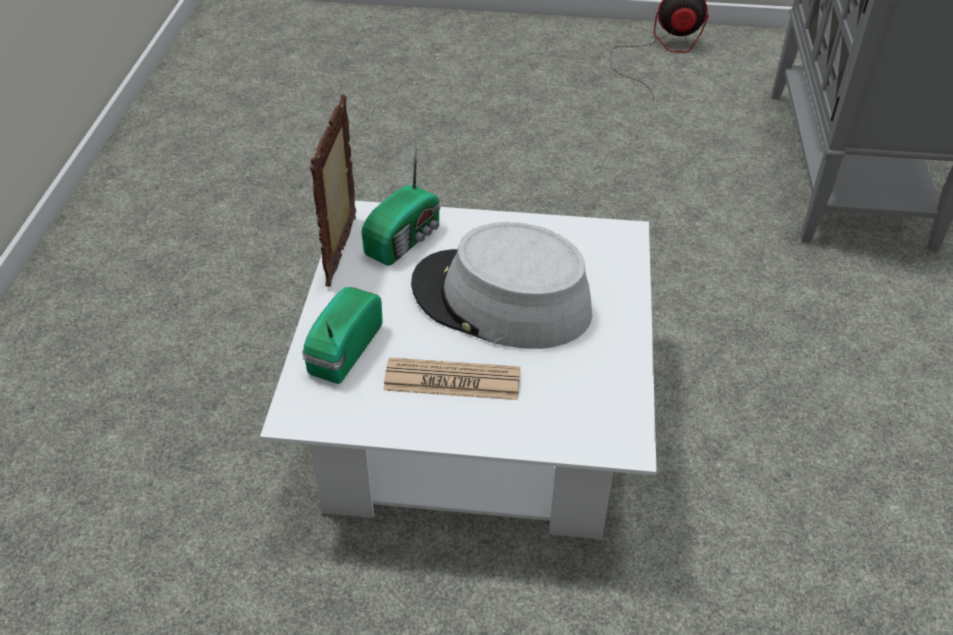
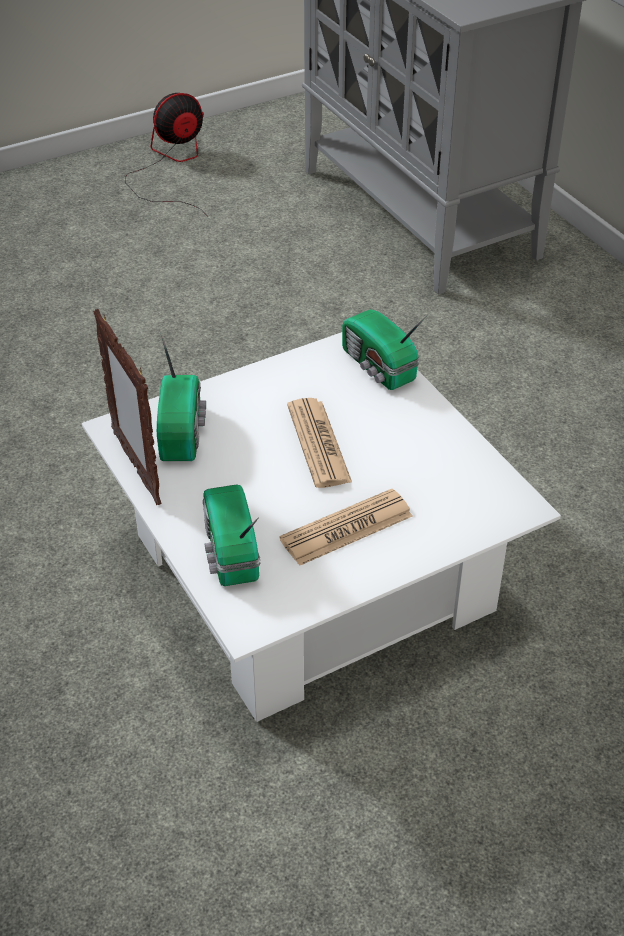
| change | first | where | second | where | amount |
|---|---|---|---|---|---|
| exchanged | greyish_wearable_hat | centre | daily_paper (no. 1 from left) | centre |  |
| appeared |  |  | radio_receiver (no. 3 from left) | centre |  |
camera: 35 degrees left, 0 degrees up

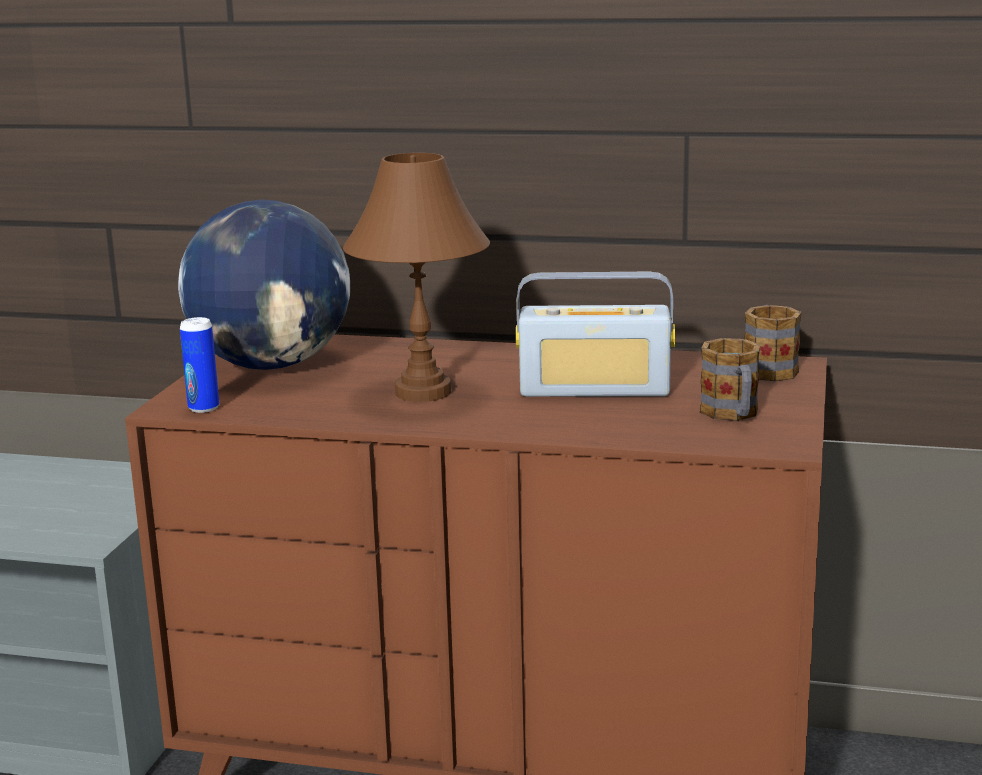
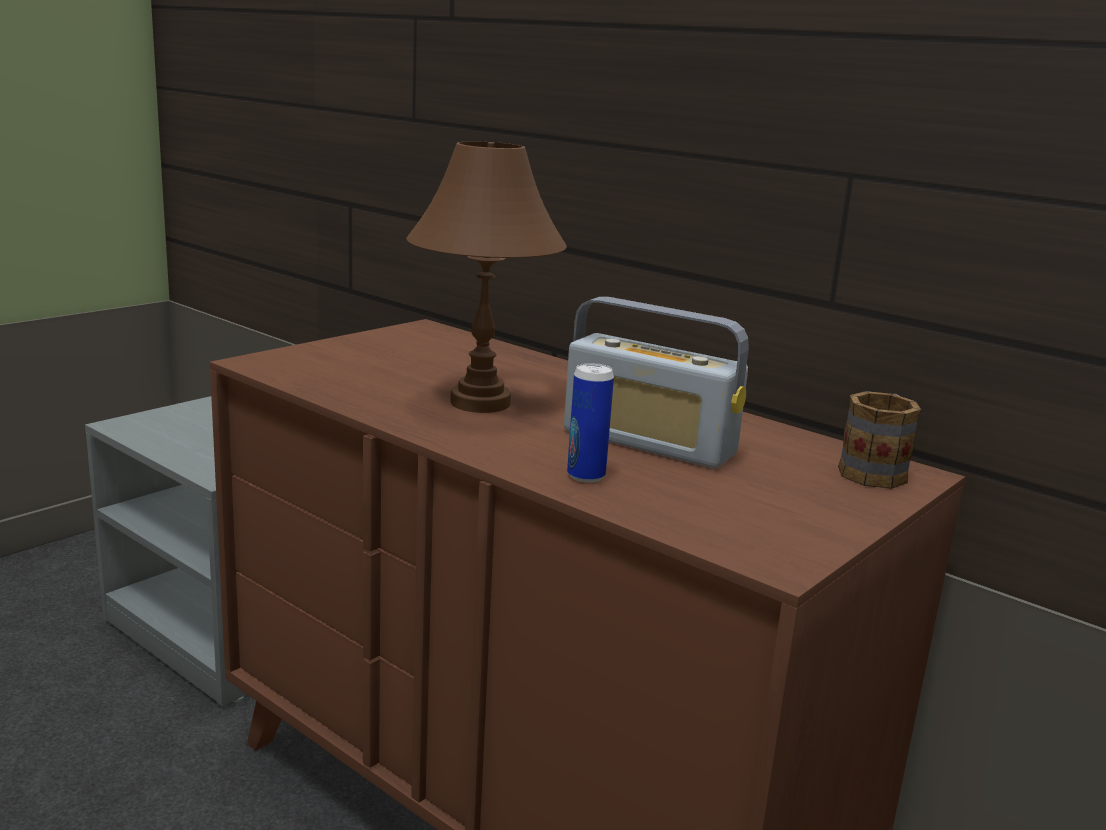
| change | first | where | second | where | amount |
|---|---|---|---|---|---|
| missing | globe | middle left |  |  |  |
| relocated | can | middle left |  | centre |  |
| missing | coffee_mug (no. 1 from left) | middle right |  |  |  |
camera: 25 degrees right, 0 degrees up

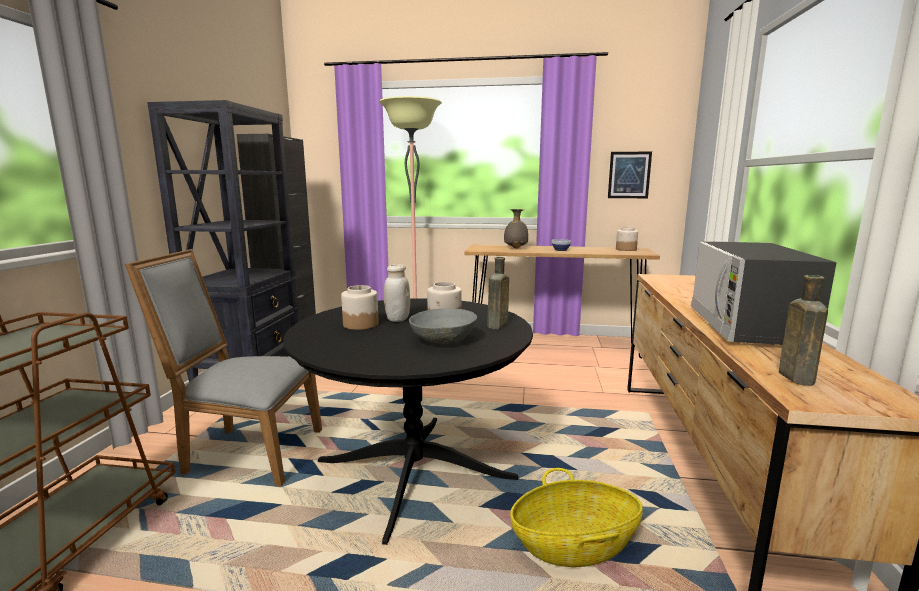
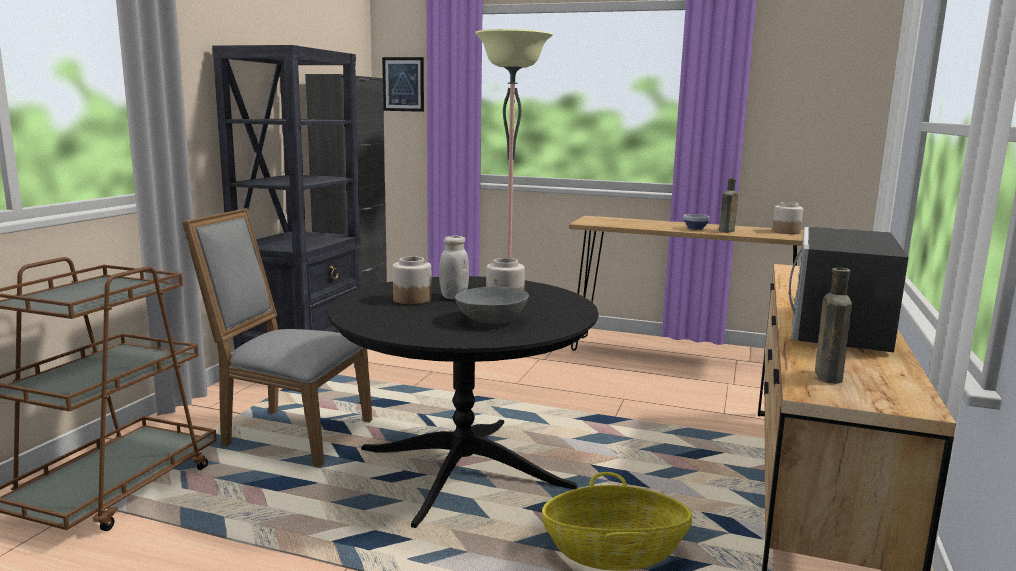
| change | first | where | second | where | amount |
|---|---|---|---|---|---|
| relocated | brown_beverage_bottle (no. 1 from left) | centre |  | middle right |  |
| missing | greyish_flower_vase | centre |  |  |  |
| relocated | picture | top right |  | top centre |  |
camera: 10 degrees right, 0 degrees up

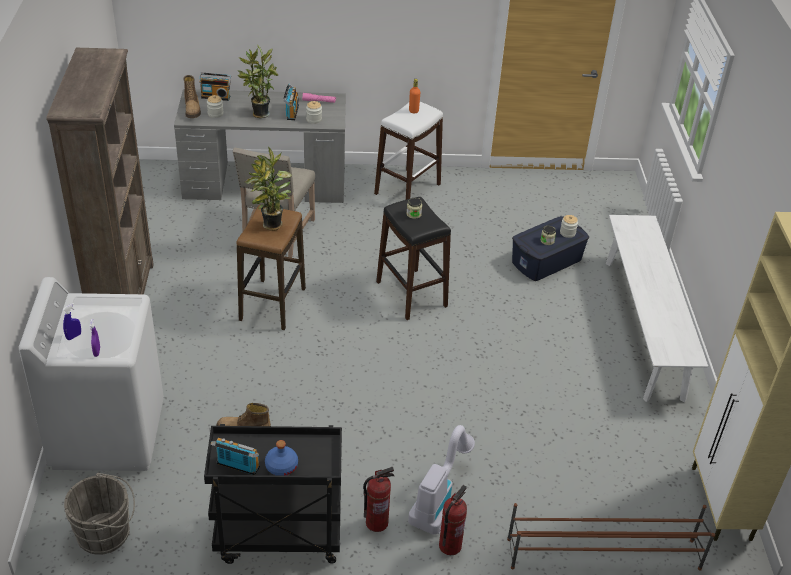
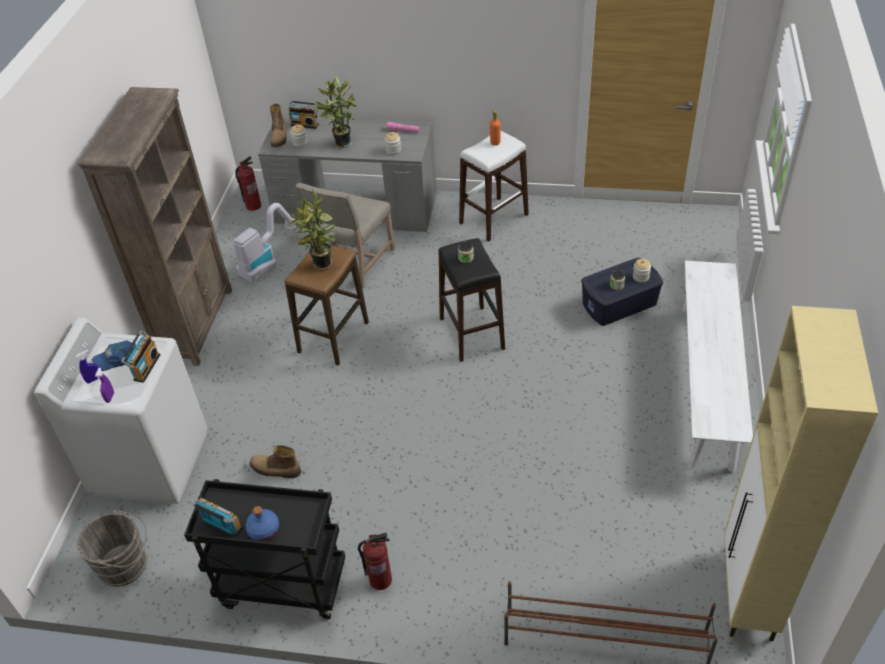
| change | first | where | second | where | amount |
|---|---|---|---|---|---|
| relocated | radio_receiver (no. 3 from left in the first image) | top centre | radio_receiver (no. 1 from left) | middle left |  |
| relocated | vacuum_cleaner | bottom centre |  | middle left |  |
| relocated | extinguisher (no. 2 from left in the first image) | bottom centre | extinguisher (no. 1 from left) | top left |  |
| appeared |  |  | blue_baseball_cap | middle left |  |
camera: 15 degrees right, 5 degrees up

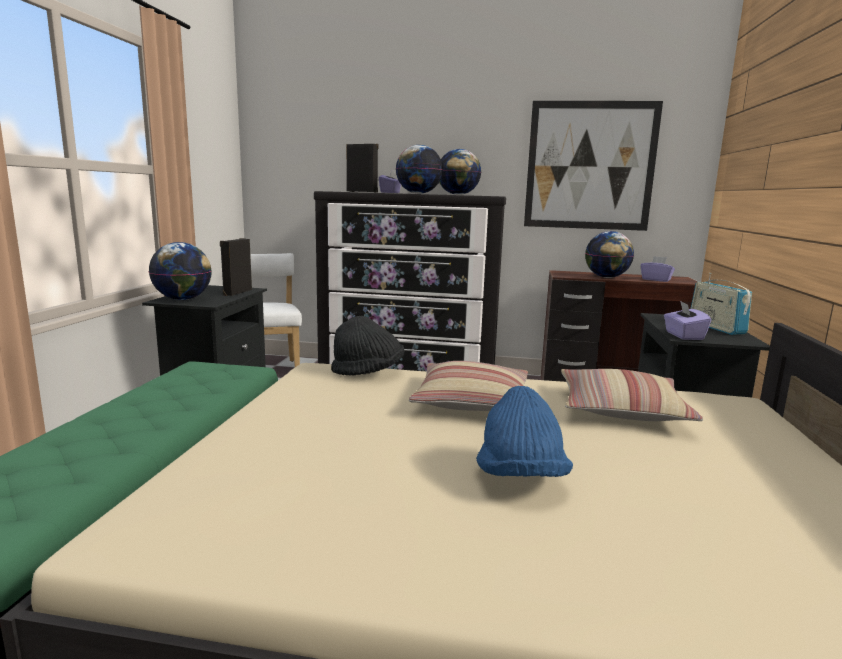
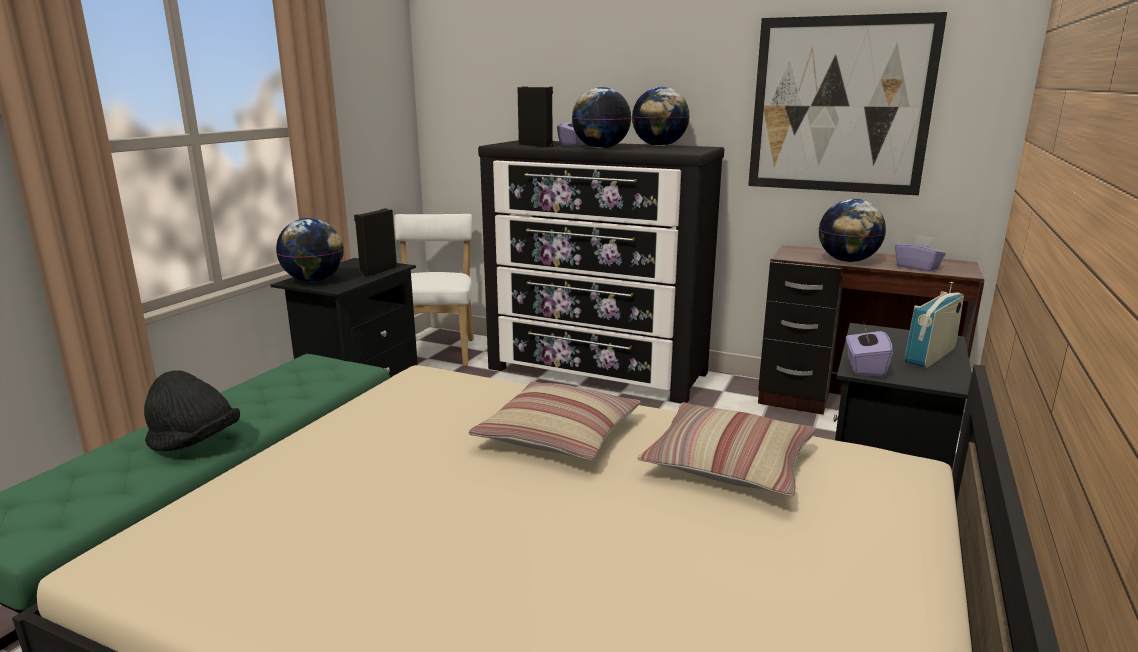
| change | first | where | second | where | amount |
|---|---|---|---|---|---|
| relocated | black-coloured_wearable_hat | centre |  | middle left |  |
| missing | blue_wearable_hat | centre |  |  |  |
| spun | radio_receiver | middle right |  | middle right | 45 degrees clockwise |
camera: 15 degrees right, 5 degrees up

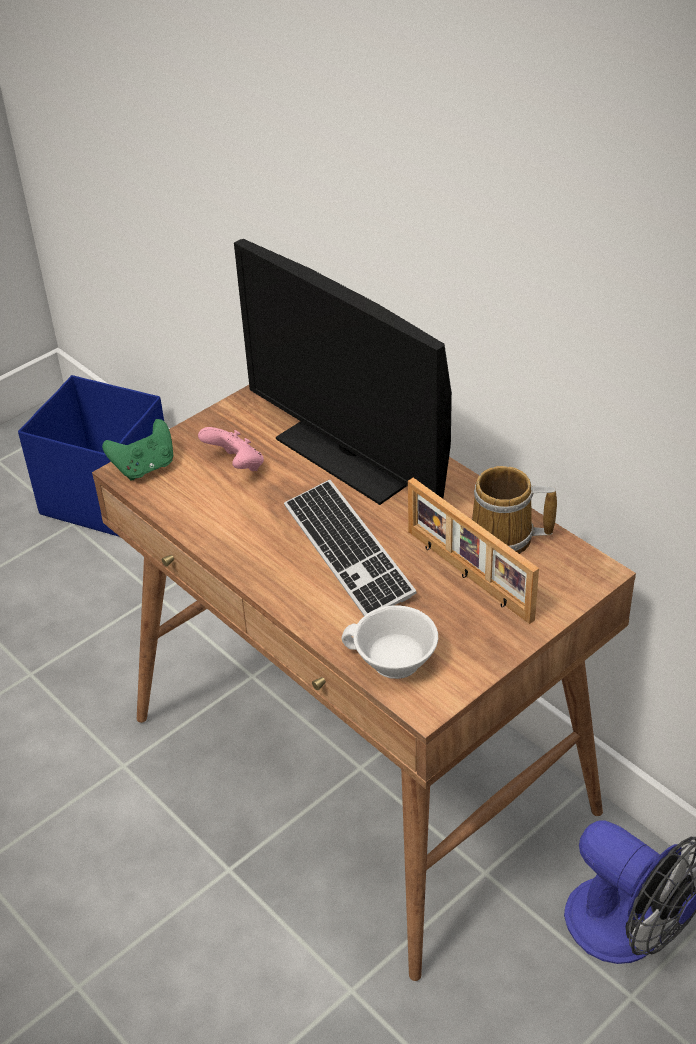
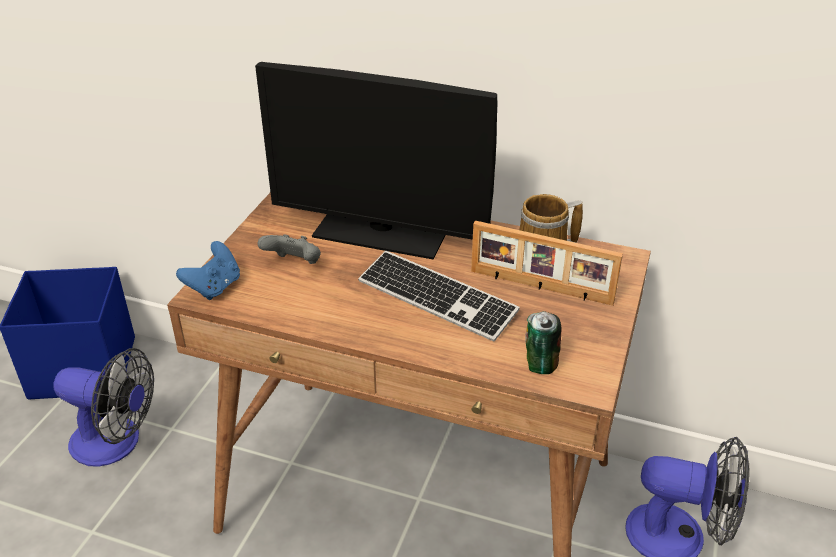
| change | first | where | second | where | amount |
|---|---|---|---|---|---|
| colour | green_gamepad | middle left | blue_gamepad | middle left |  |
| colour | pink-coloured_gamepad | middle left | greyish_gamepad | centre |  |
| exchanged | white_small_cup | centre | can | centre |  |
| appeared |  |  | fan (no. 1 from left) | bottom left |  |
camera: 30 degrees left, 5 degrees down

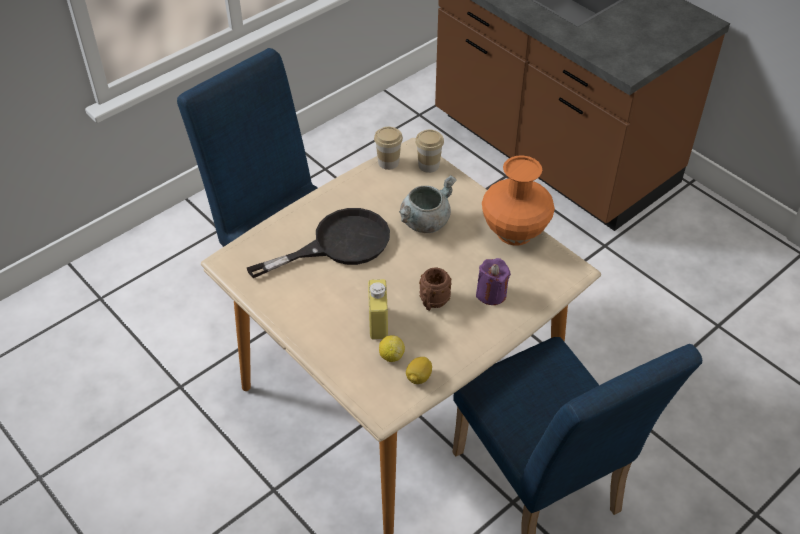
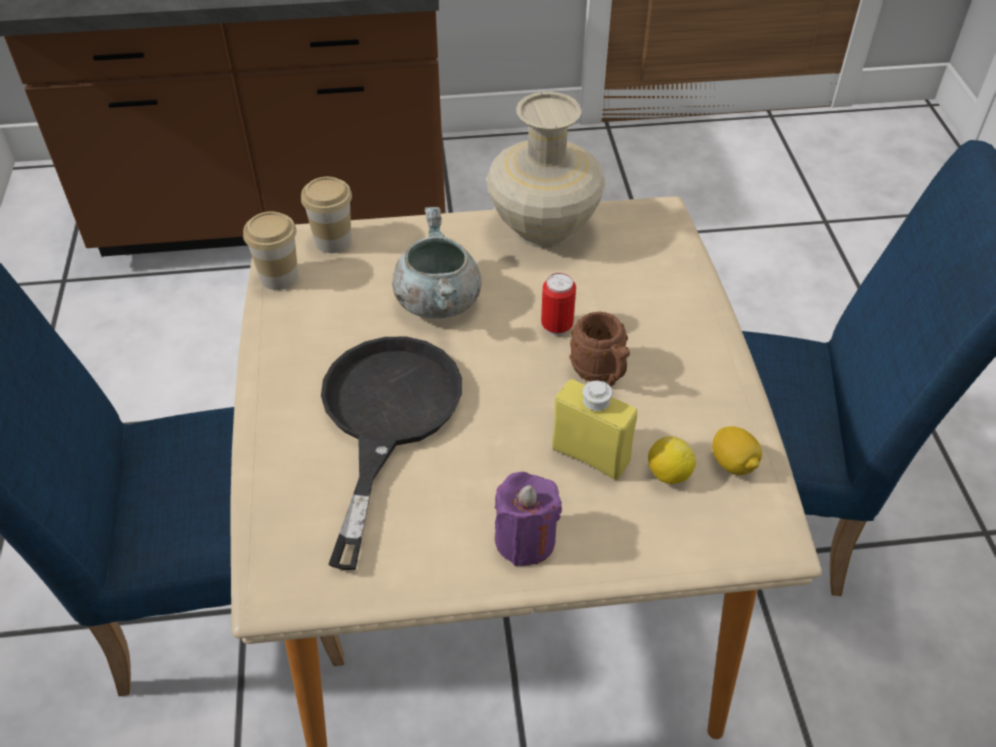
| change | first | where | second | where | amount |
|---|---|---|---|---|---|
| relocated | purplish_candle | centre |  | bottom centre |  |
| colour | orange_flower_vase | centre | beige_flower_vase | top centre |  |
| appeared |  |  | can | centre |  |
camera: 55 degrees left, 0 degrees up

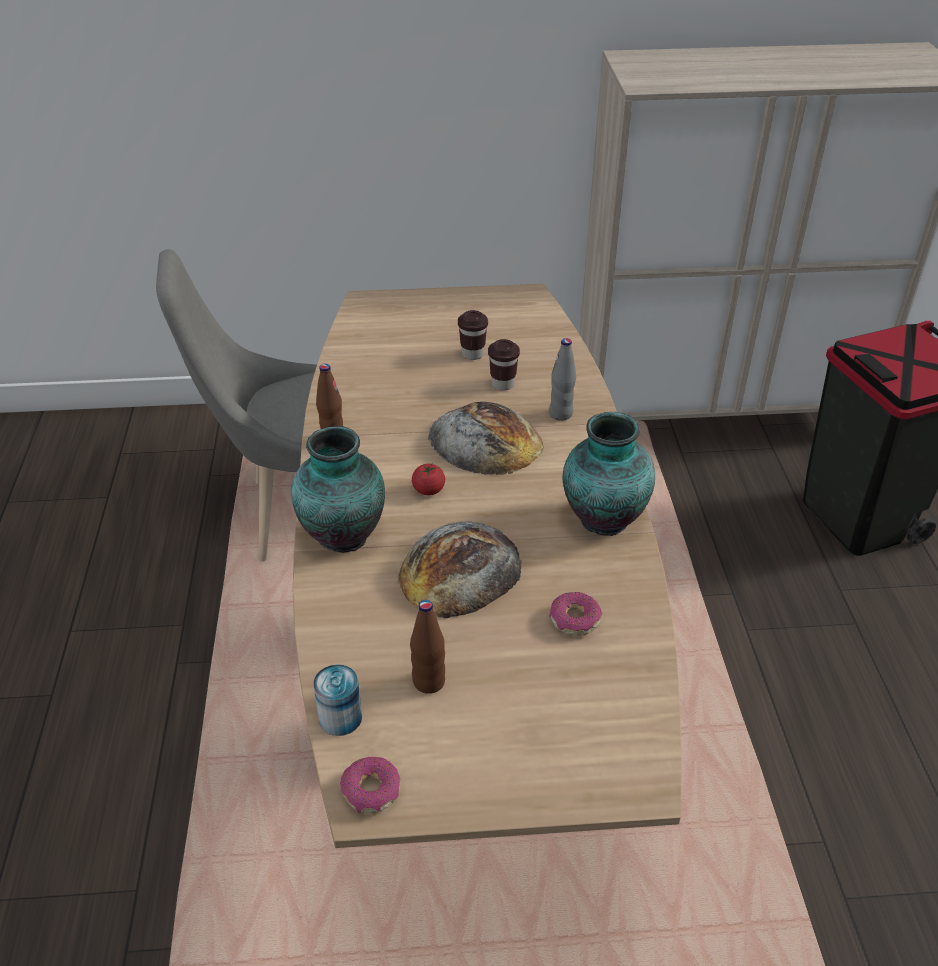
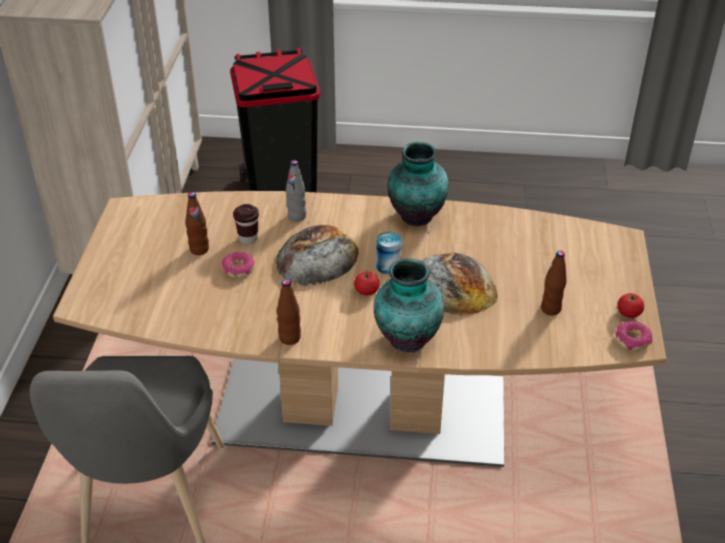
| change | first | where | second | where | amount |
|---|---|---|---|---|---|
| relocated | can | bottom centre |  | centre |  |
| exchanged | brown_small_cup (no. 1 from left) | centre | brown_beverage_bottle (no. 1 from left) | middle left |  |
| relocated | doughnut (no. 2 from left in the first image) | centre | doughnut (no. 1 from left) | middle left |  |
| appeared |  |  | tomato (no. 2 from left) | middle right |  |
camera: 80 degrees left, 0 degrees up

